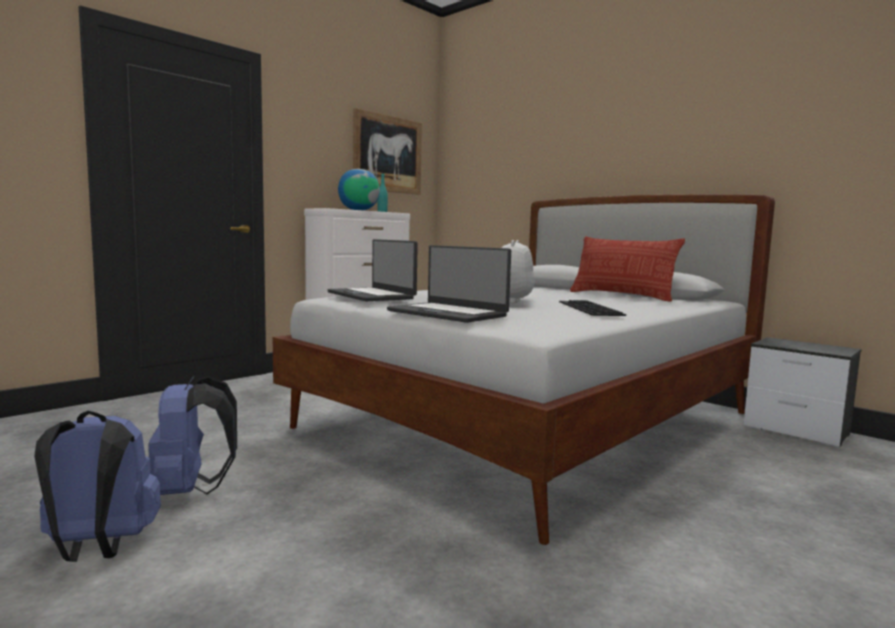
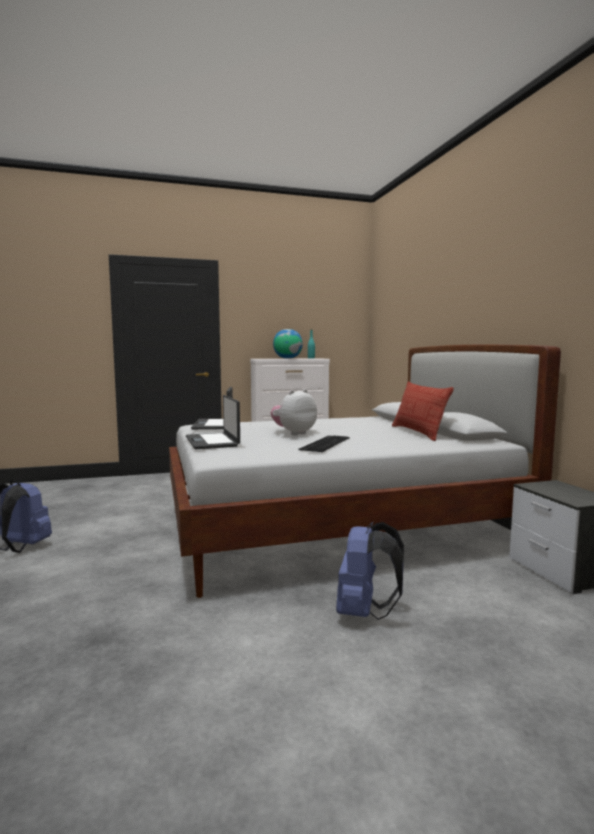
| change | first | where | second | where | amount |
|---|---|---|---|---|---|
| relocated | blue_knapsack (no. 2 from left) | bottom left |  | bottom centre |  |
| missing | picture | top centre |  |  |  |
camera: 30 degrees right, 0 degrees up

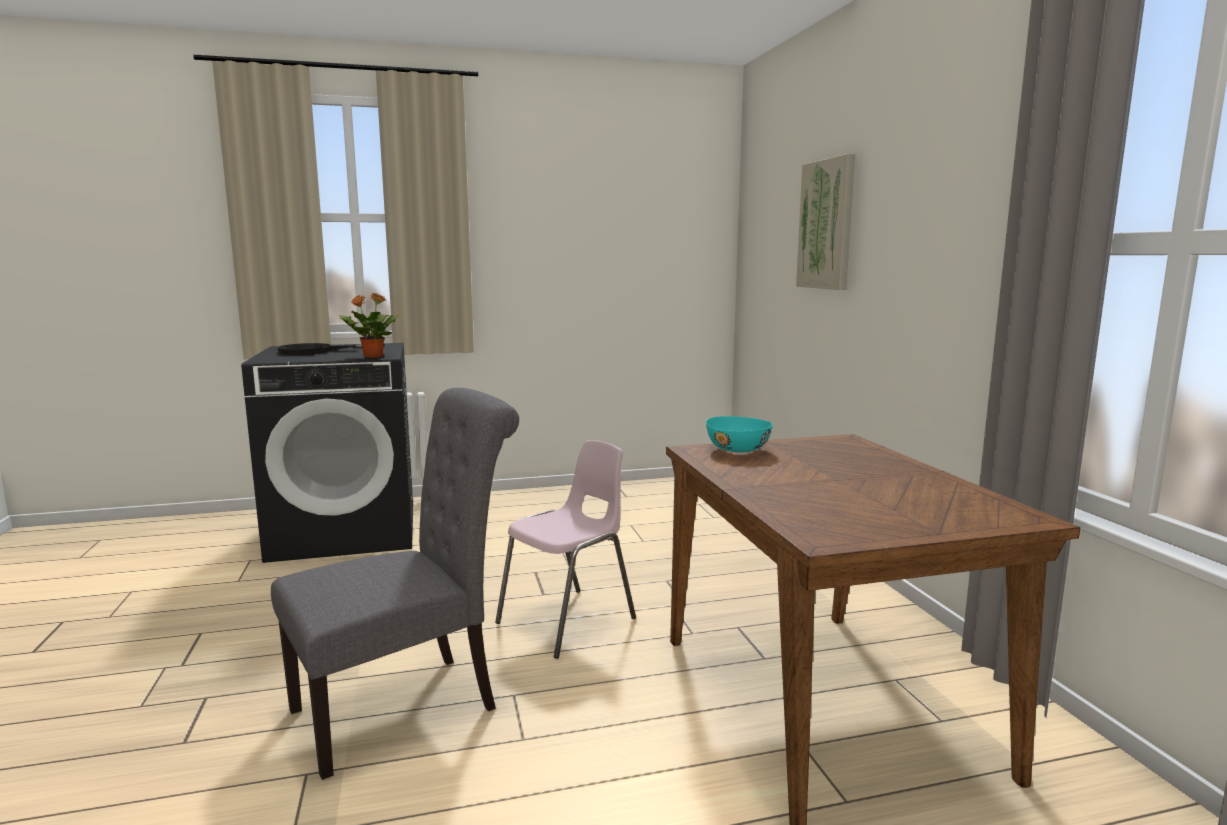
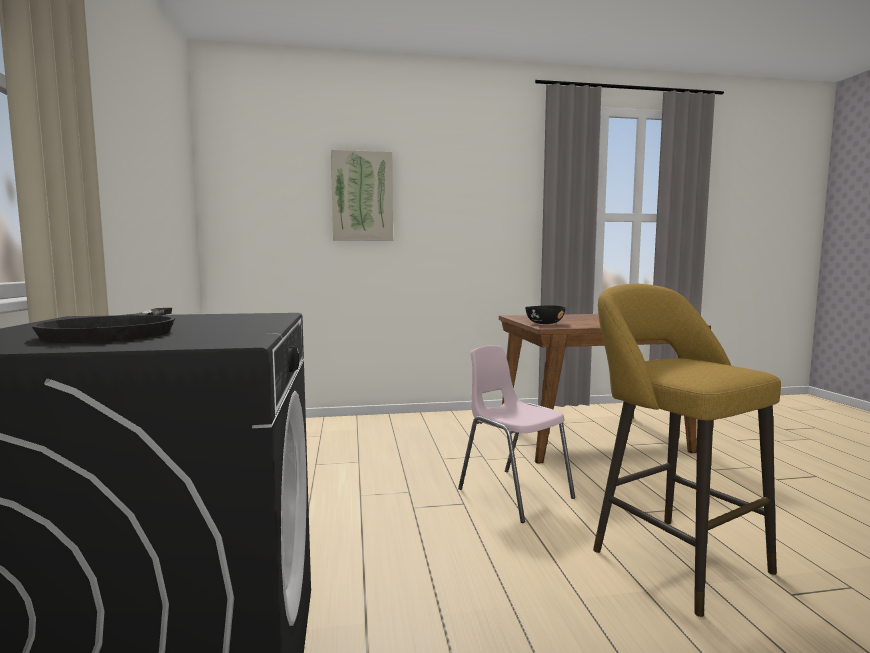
| change | first | where | second | where | amount |
|---|---|---|---|---|---|
| exchanged | greyish_plain_chair | bottom left | yellow-coloured_stool | bottom right |  |
| missing | plant_in_a_pot | middle left |  |  |  |
| colour | turquoise-coloured_bowl | centre | black-coloured_bowl | centre |  |
camera: 85 degrees left, 5 degrees down

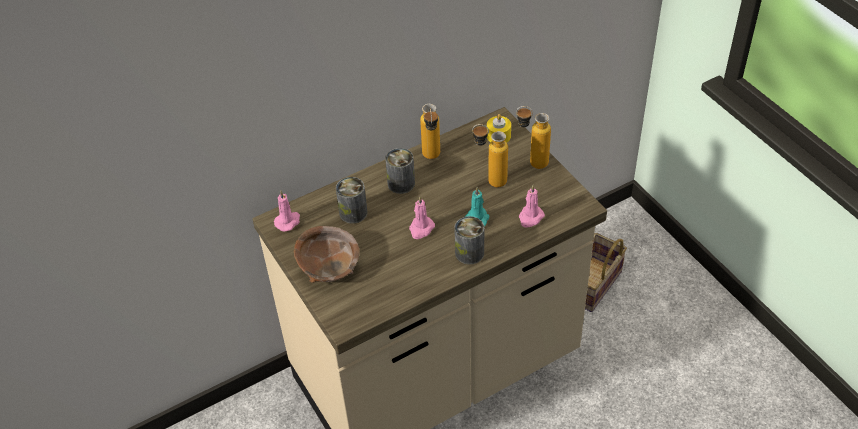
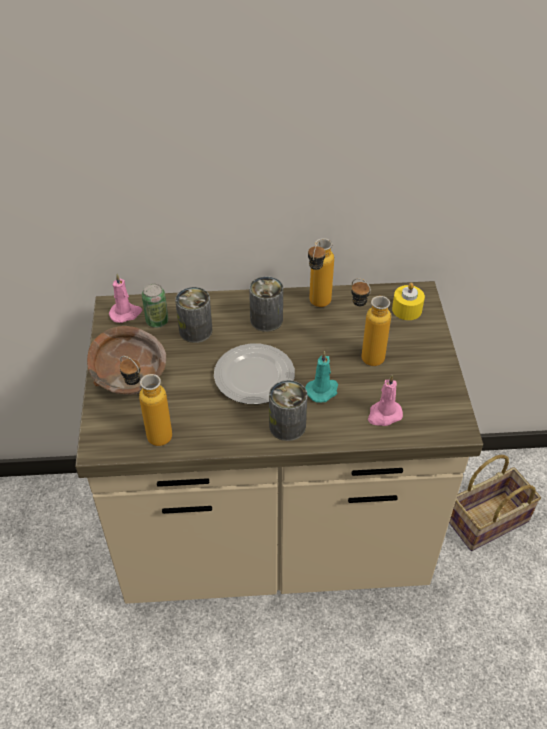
| change | first | where | second | where | amount |
|---|---|---|---|---|---|
| exchanged | pink-coloured_candle (no. 2 from left) | centre | dinner_plate | centre |  |
| relocated | beverage_bottle (no. 3 from left in the first image) | top centre | beverage_bottle (no. 1 from left) | middle left |  |
| appeared |  |  | can (no. 1 from left) | middle left |  |
camera: 25 degrees right, 0 degrees up

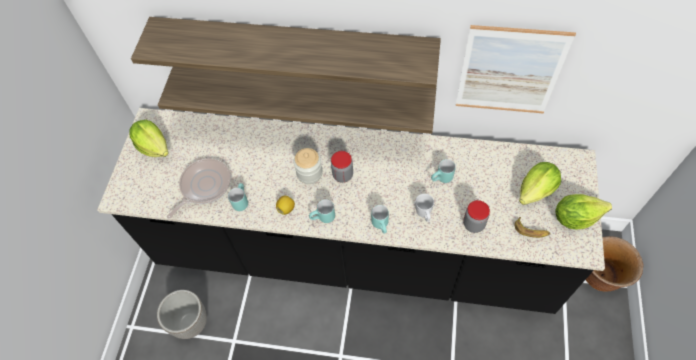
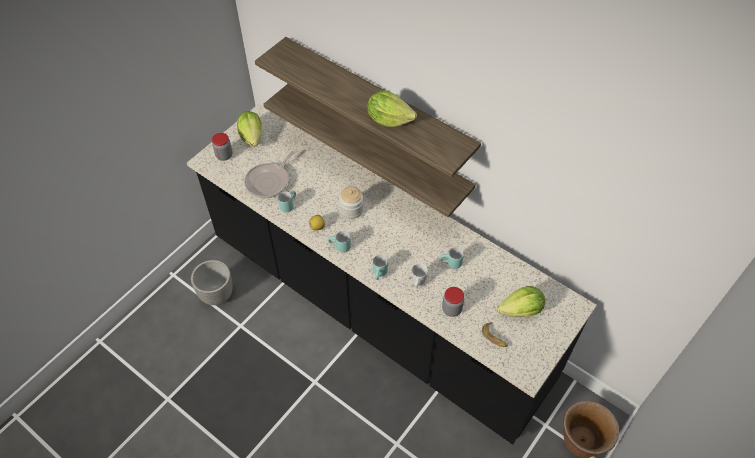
| change | first | where | second | where | amount |
|---|---|---|---|---|---|
| spun | pan | middle left |  | centre | 150 degrees clockwise |
| relocated | storage_jar (no. 2 from left in the first image) | centre | storage_jar (no. 1 from left) | top left |  |
| missing | picture | top right |  |  |  |
| relocated | lettuce_head (no. 3 from left in the first image) | middle right | lettuce_head (no. 2 from left) | top centre |  |
camera: 25 degrees right, 5 degrees down

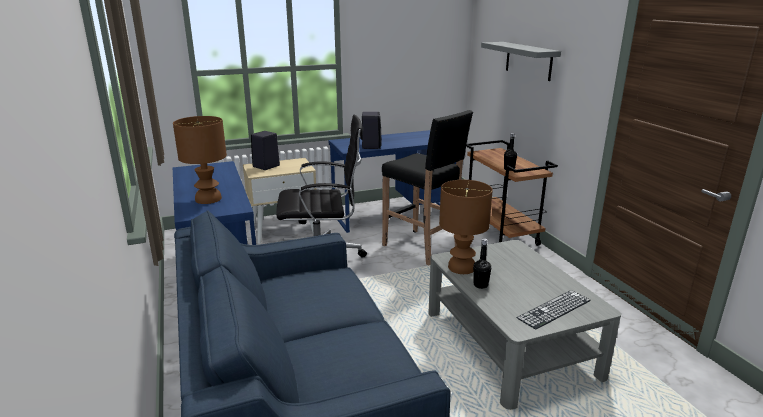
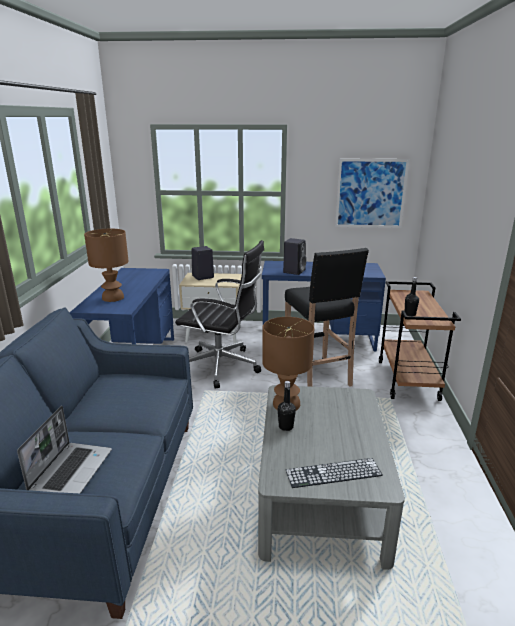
| change | first | where | second | where | amount |
|---|---|---|---|---|---|
| missing | greyish_bracket_shelf | top right |  |  |  |
| appeared |  |  | laptop | bottom left |  |
| appeared |  |  | picture | top right |  |
camera: 25 degrees right, 0 degrees up

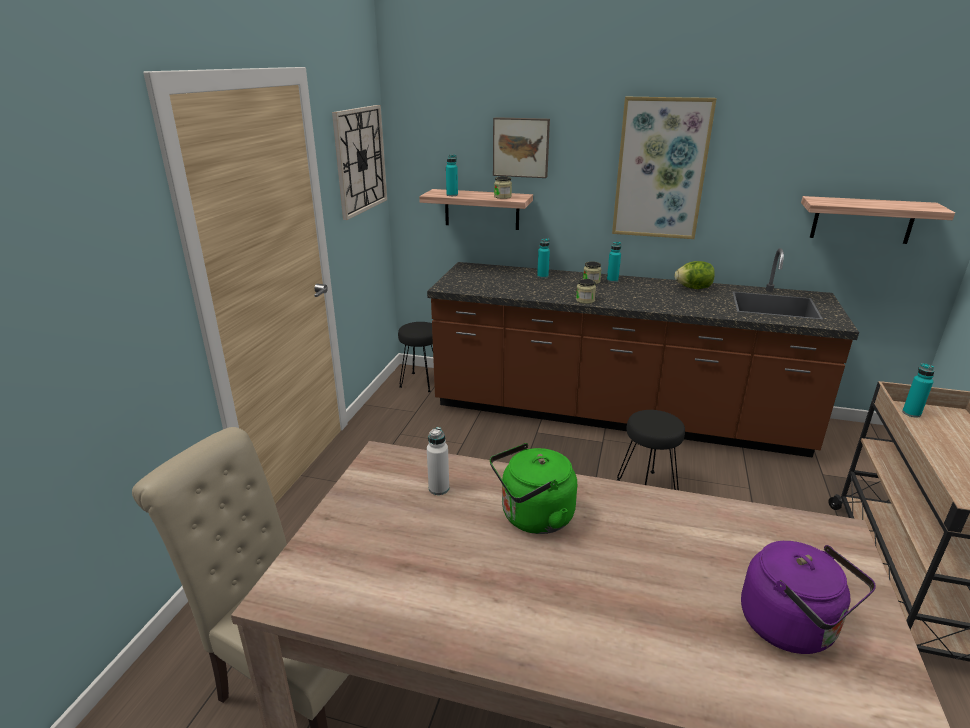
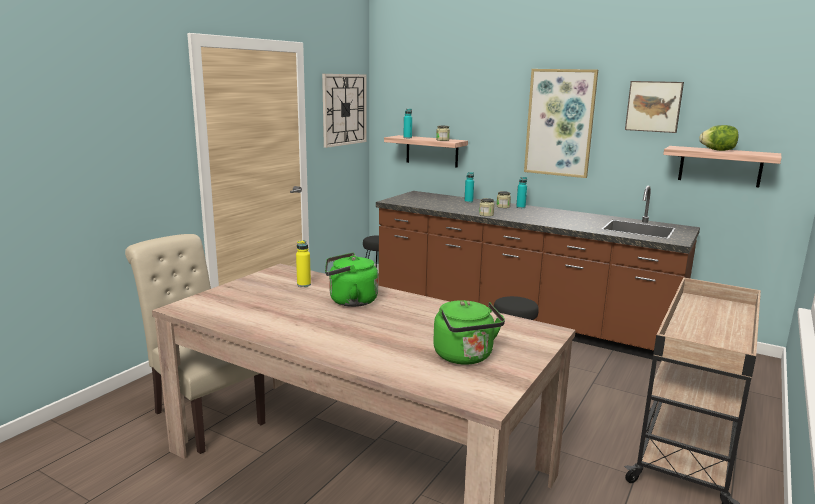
| change | first | where | second | where | amount |
|---|---|---|---|---|---|
| colour | white_beverage_bottle | centre | yellow-coloured_beverage_bottle | centre |  |
| relocated | picture (no. 1 from left in the first image) | top centre | picture (no. 2 from left) | top right |  |
| relocated | lettuce_head | middle right |  | top right |  |
| colour | purplish_tea_kettle | bottom right | green_tea_kettle (no. 2 from left) | centre |  |
| missing | turquoise-coloured_beverage_bottle (no. 4 from left) | middle right |  |  |  |
camera: 15 degrees right, 10 degrees down

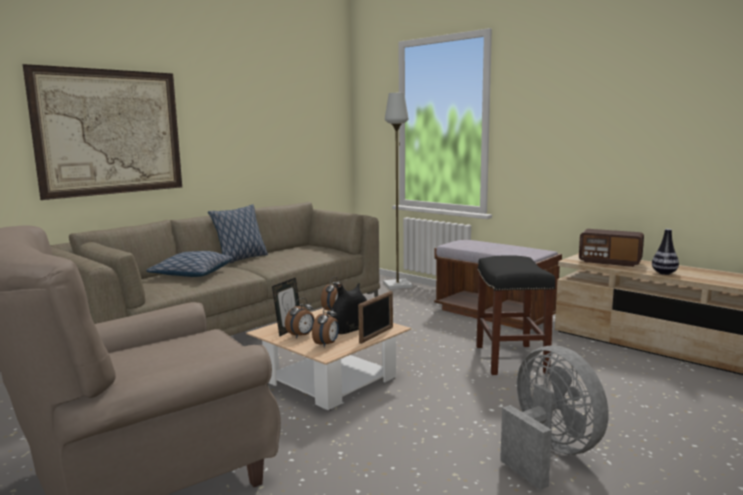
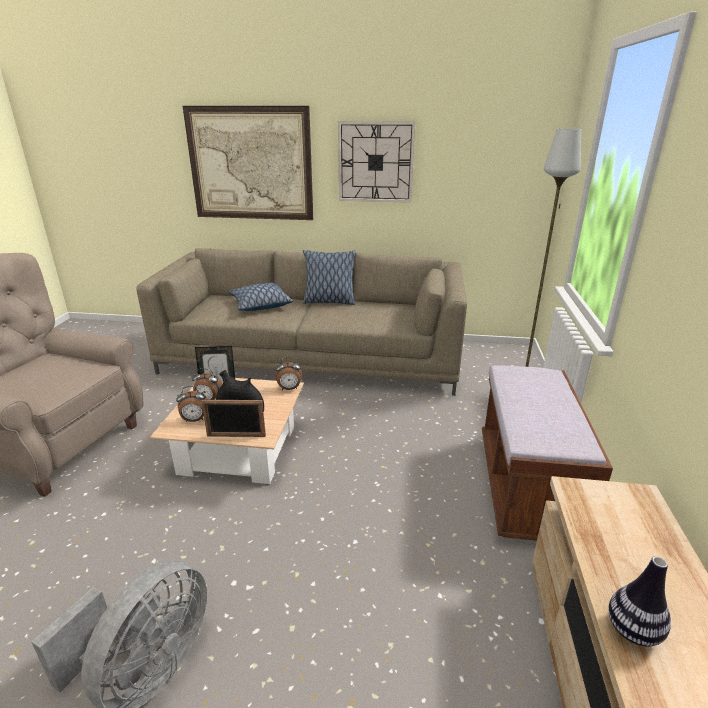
| change | first | where | second | where | amount |
|---|---|---|---|---|---|
| missing | black-coloured_stool | middle right |  |  |  |
| missing | radio_receiver | middle right |  |  |  |
| appeared |  |  | wall_clock | top centre |  |
camera: 55 degrees right, 15 degrees up

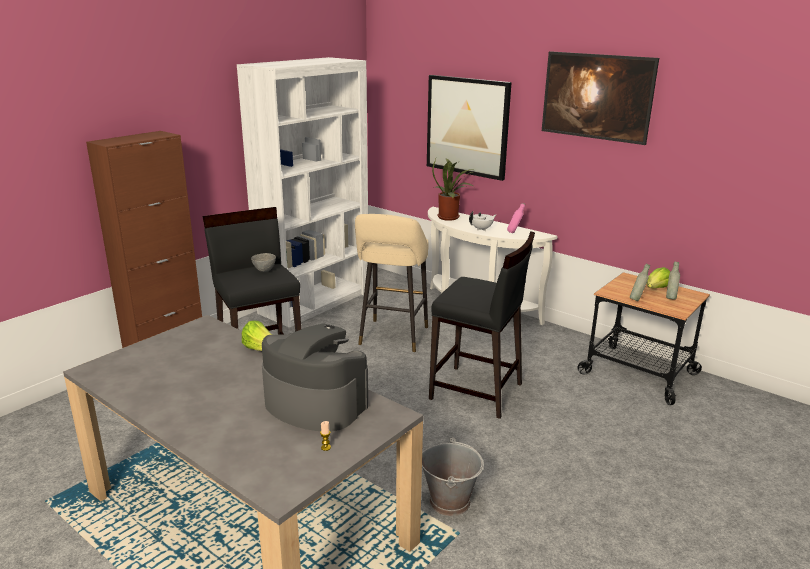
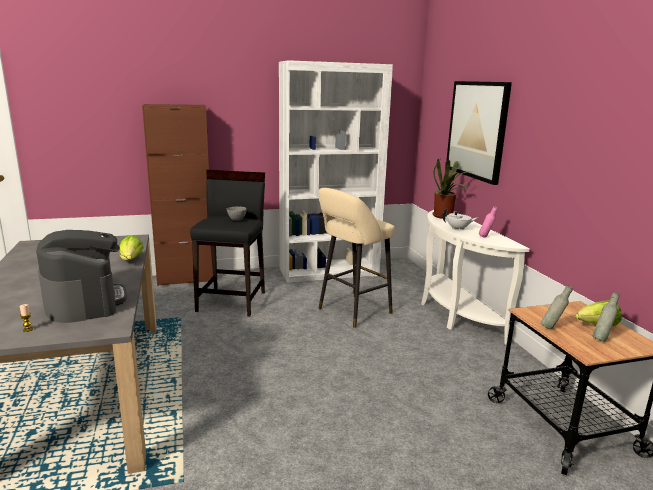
| change | first | where | second | where | amount |
|---|---|---|---|---|---|
| missing | greyish_water_bucket | bottom centre |  |  |  |
| missing | black-coloured_stool (no. 2 from left) | centre |  |  |  |
| missing | picture (no. 2 from left) | top right |  |  |  |
camera: 35 degrees right, 5 degrees down

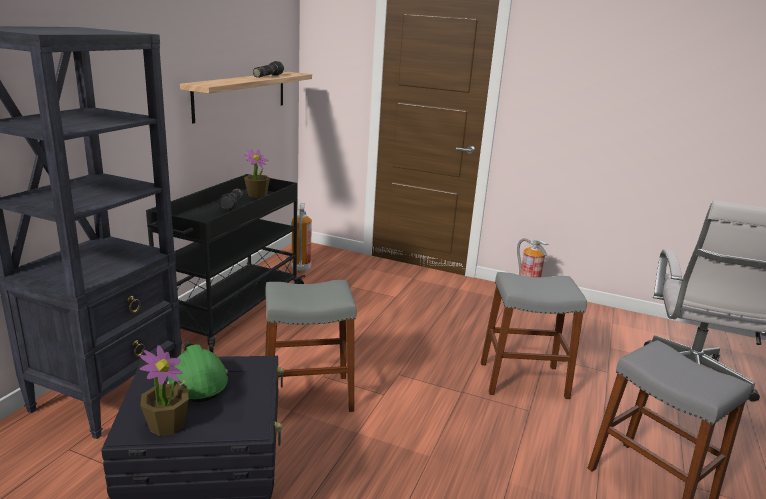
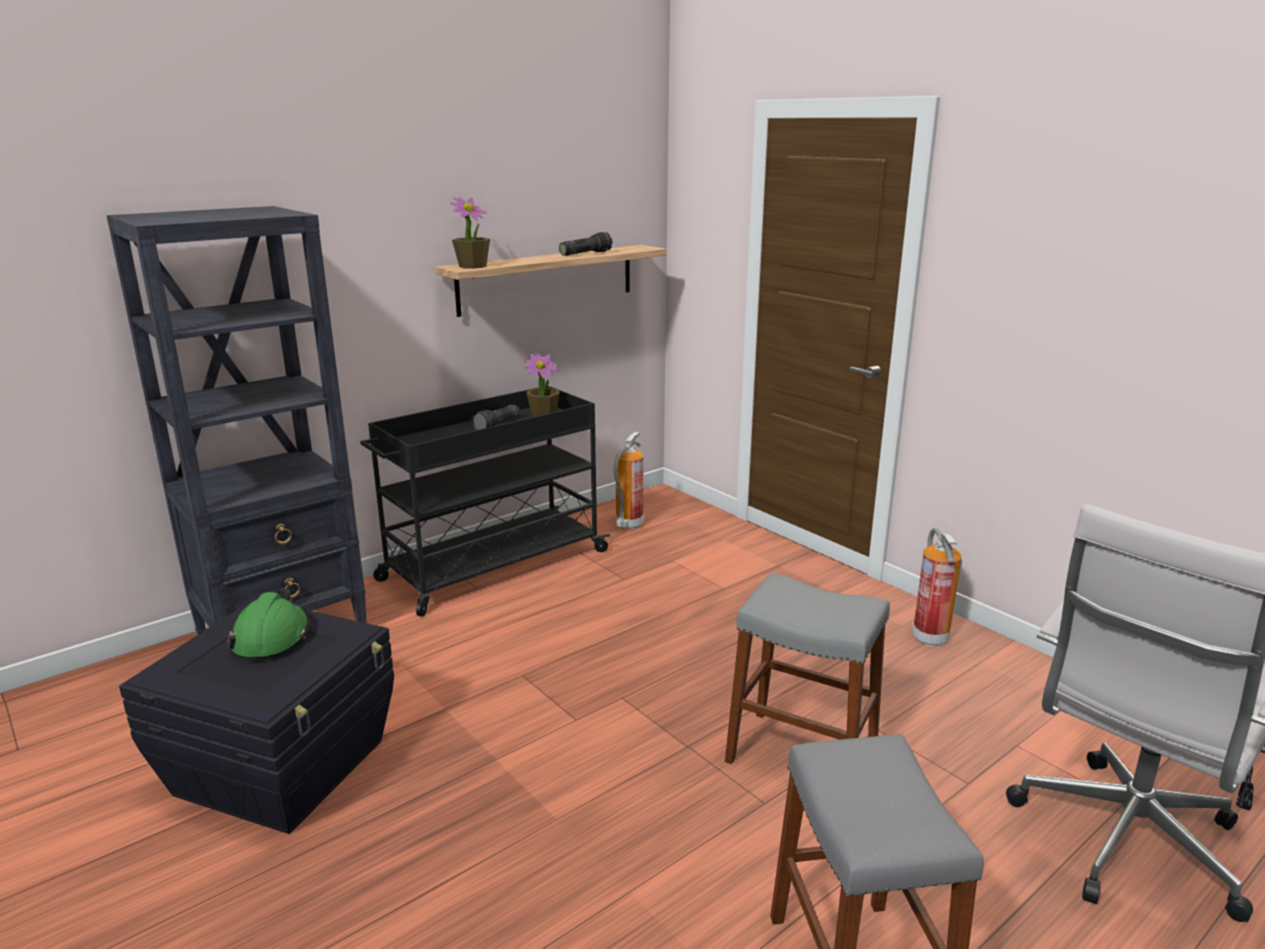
| change | first | where | second | where | amount |
|---|---|---|---|---|---|
| relocated | plant_in_a_pot (no. 1 from left) | bottom left |  | top centre |  |
| missing | greyish_stool (no. 1 from left) | bottom centre |  |  |  |
camera: 30 degrees right, 0 degrees up

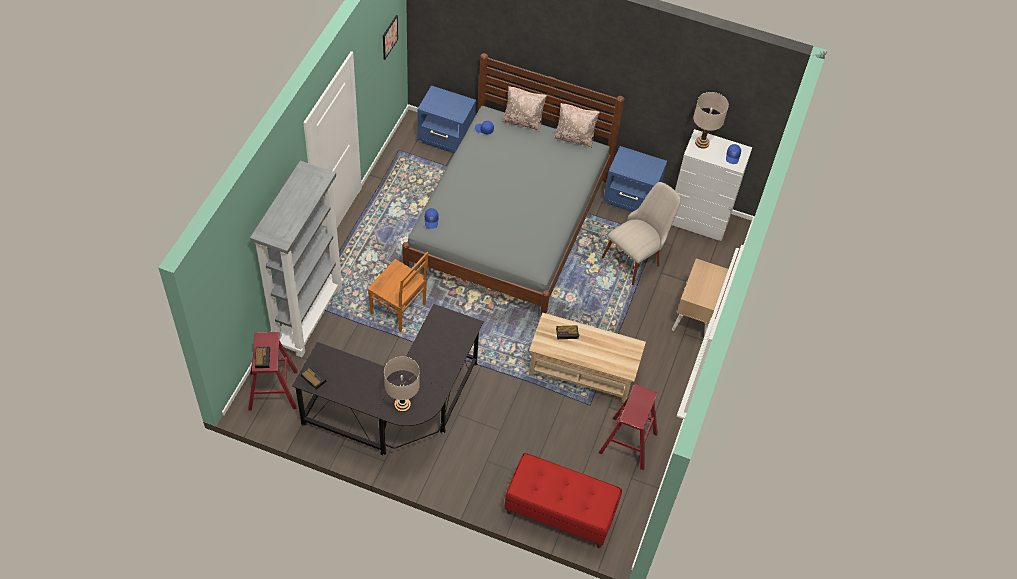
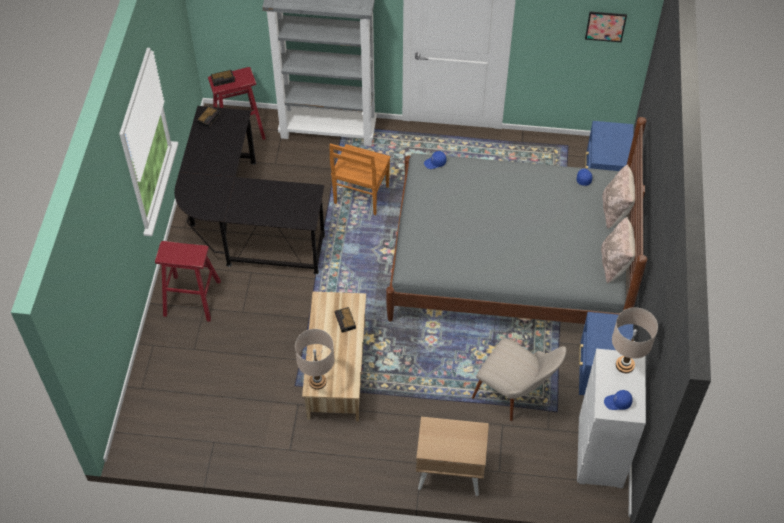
| change | first | where | second | where | amount |
|---|---|---|---|---|---|
| relocated | beige_table_lamp (no. 1 from left) | centre |  | bottom centre |  |
| missing | reddish_long_seat | bottom centre |  |  |  |
| relocated | reddish_stool (no. 2 from left in the first image) | bottom centre | reddish_stool (no. 1 from left) | middle left |  |
camera: 80 degrees right, 0 degrees up

